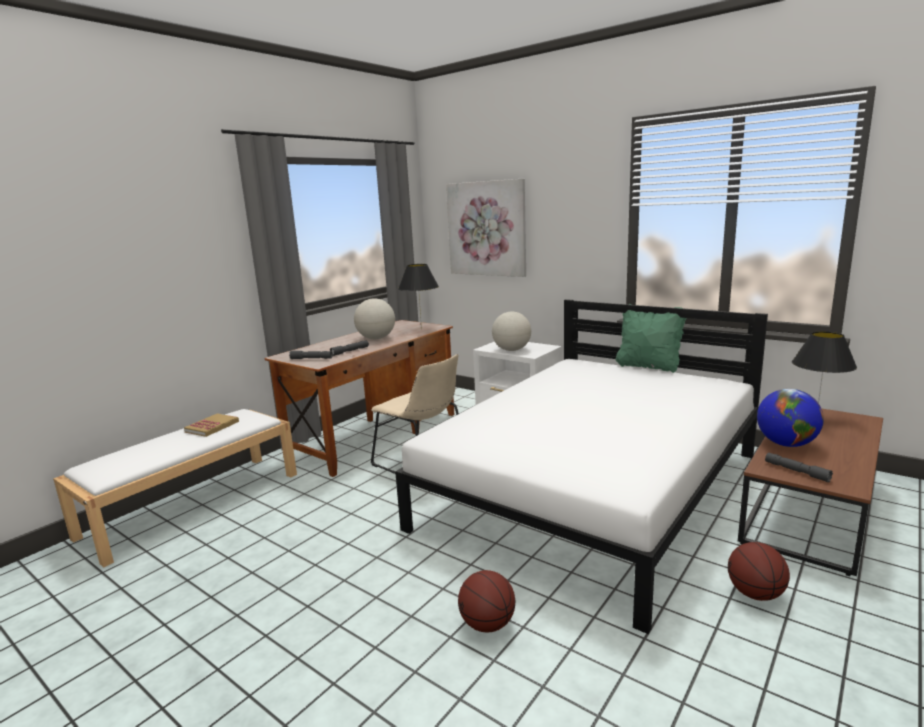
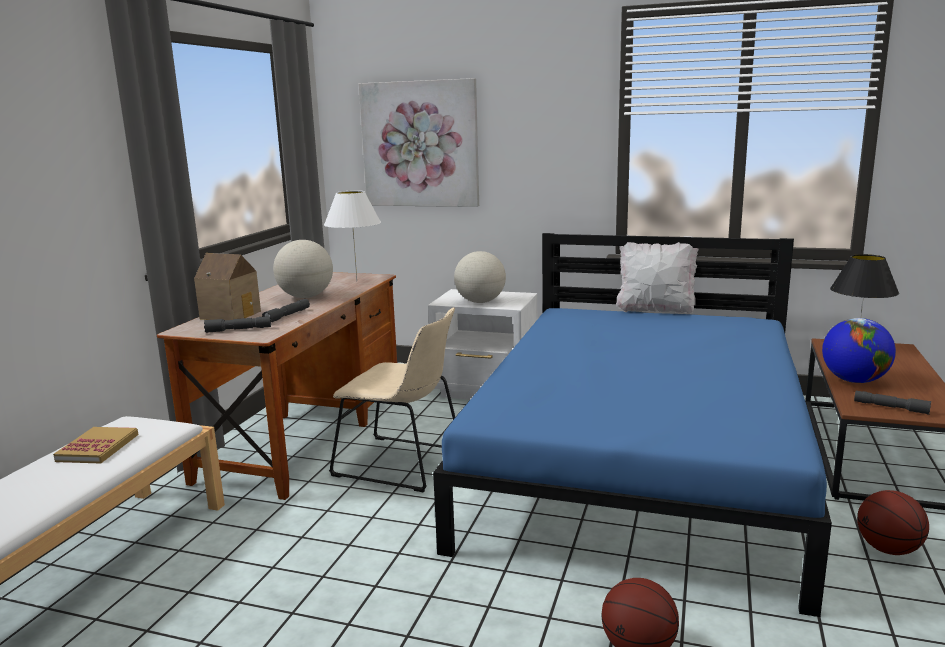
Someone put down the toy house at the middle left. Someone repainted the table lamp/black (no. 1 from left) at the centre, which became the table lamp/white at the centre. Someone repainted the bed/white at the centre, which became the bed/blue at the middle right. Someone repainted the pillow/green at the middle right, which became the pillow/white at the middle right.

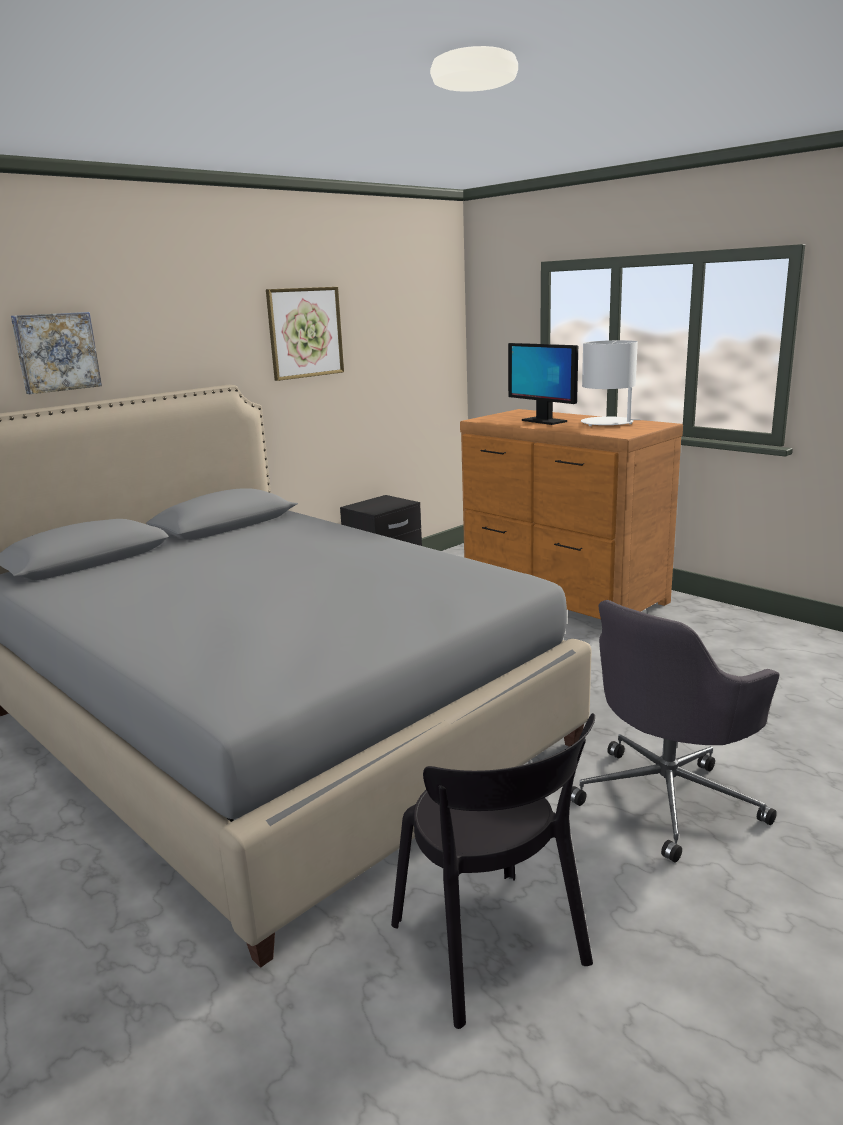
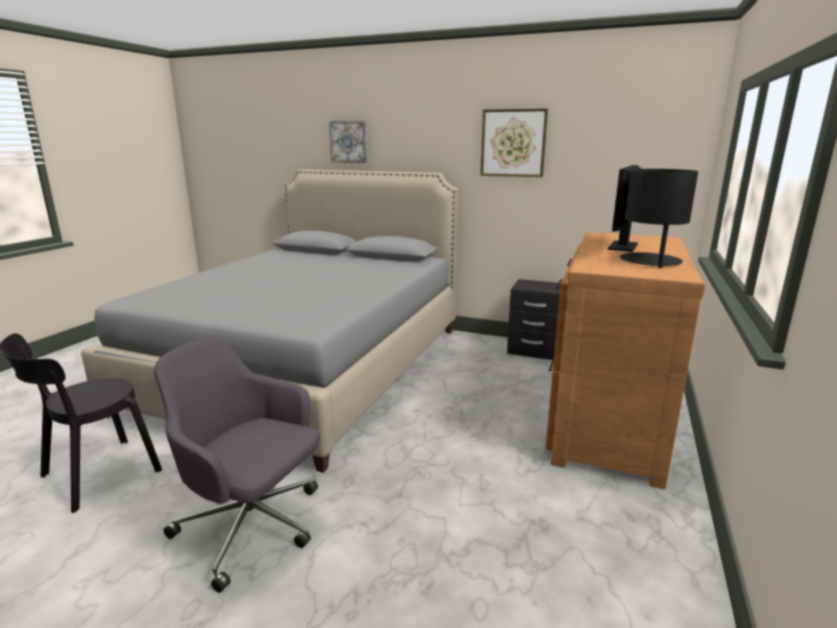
Someone repainted the table lamp/white at the middle right, which became the table lamp/black at the middle right.

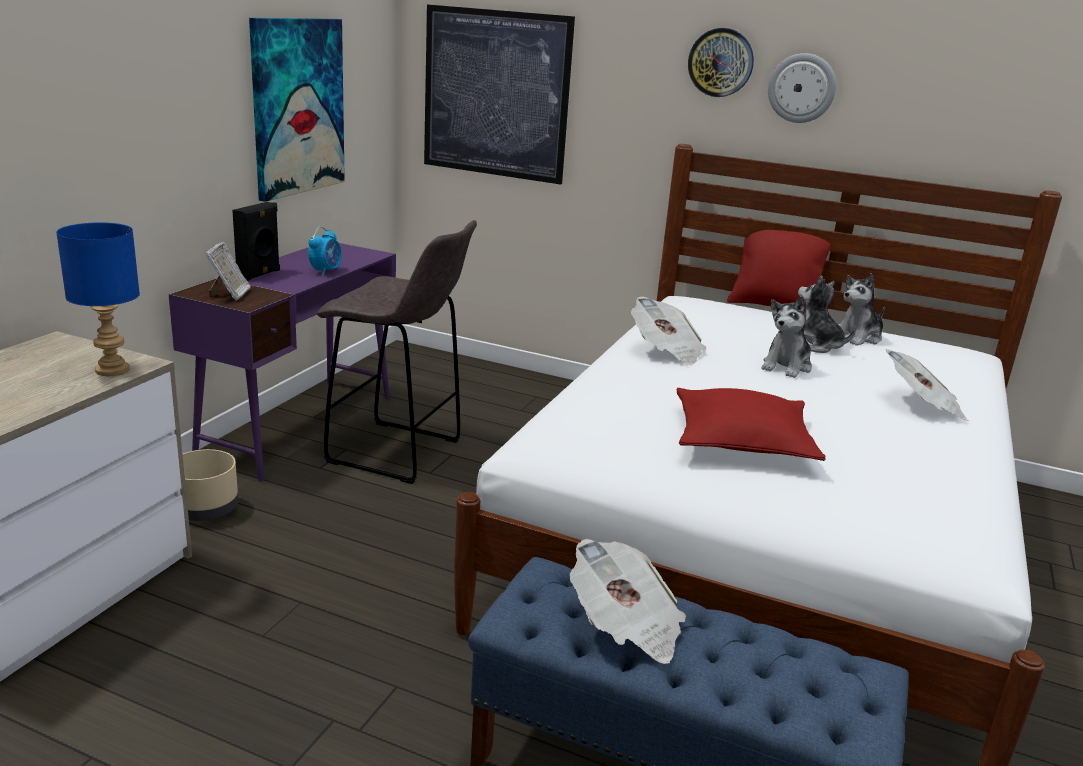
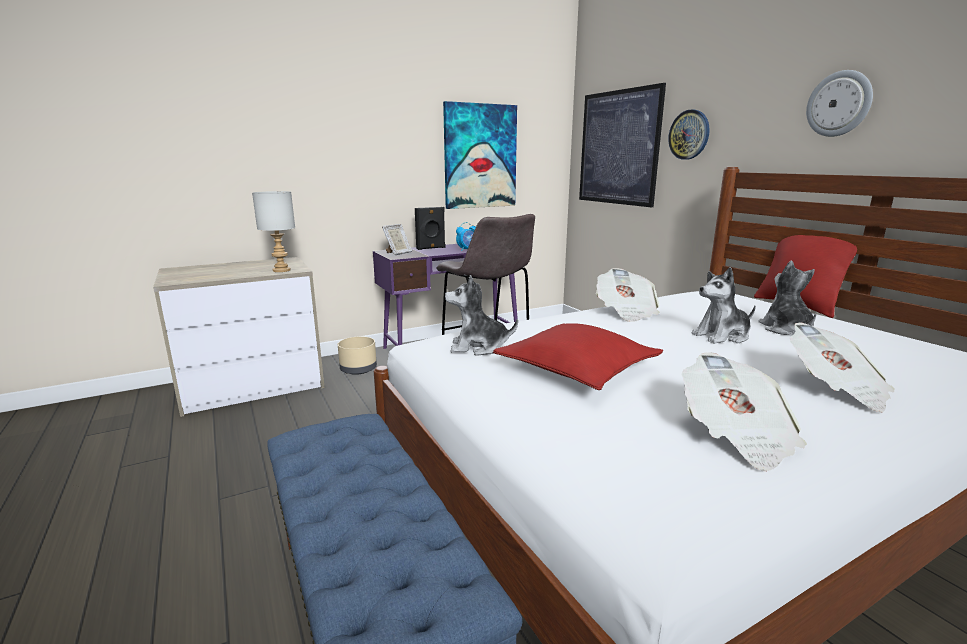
Someone repainted the table lamp/blue at the middle left, which became the table lamp/grey at the middle left. Someone carried the plush toy (no. 3 from left in the first image) from the middle right to the centre. Someone carried the wall clock (no. 1 from left) from the top centre to the top right. Someone carried the newspaper (no. 1 from left in the first image) from the bottom centre to the middle right.

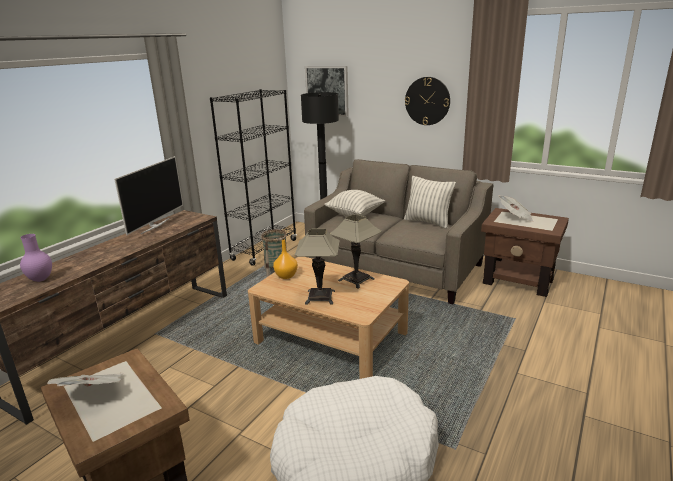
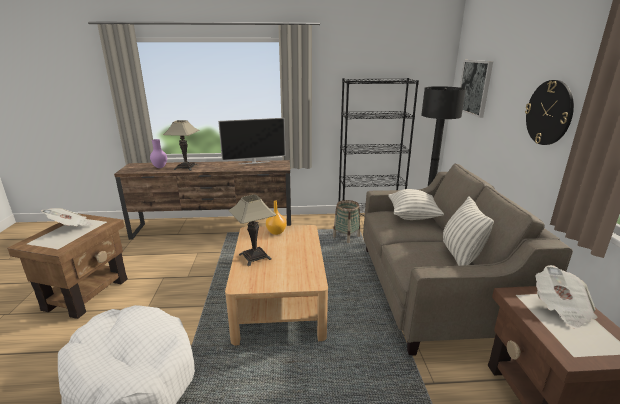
Someone carried the table lamp (no. 2 from left in the first image) from the centre to the middle left.

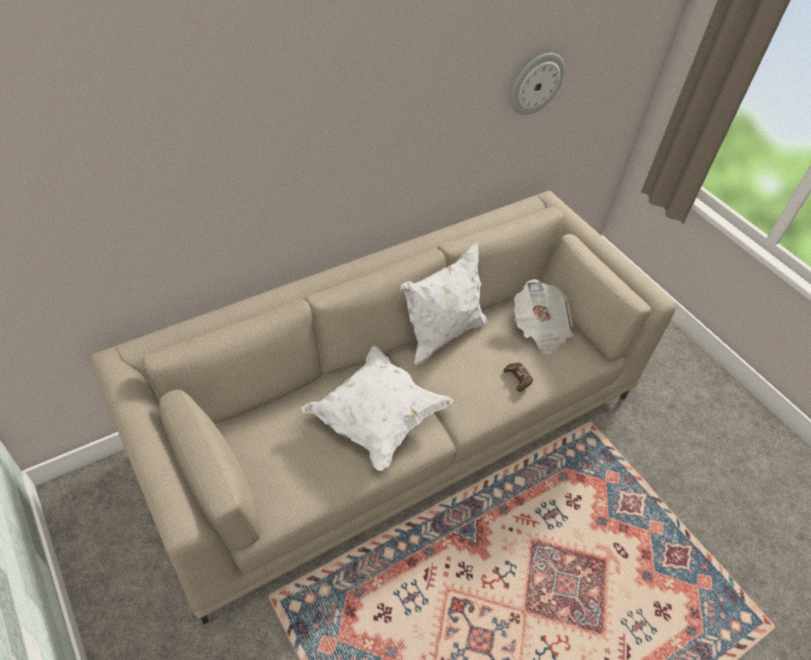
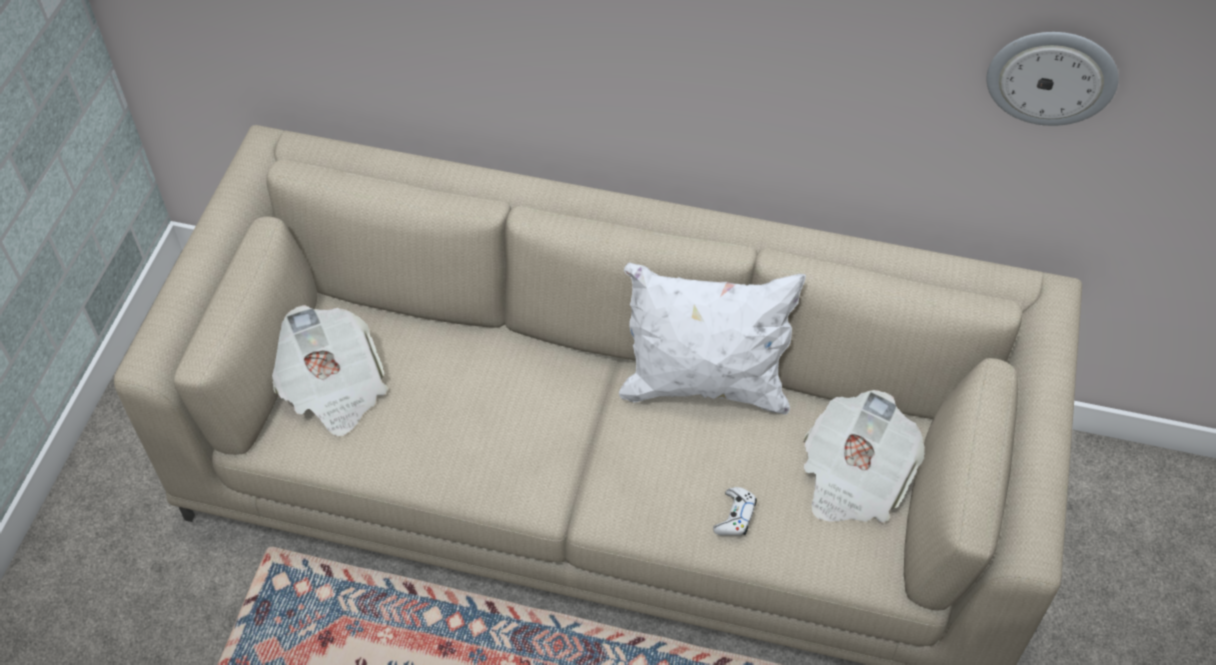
Someone put down the newspaper (no. 1 from left) at the middle left. Someone repainted the game controller/brown at the centre, which became the game controller/white at the bottom centre. Someone took away the pillow/white (no. 1 from left) at the centre.

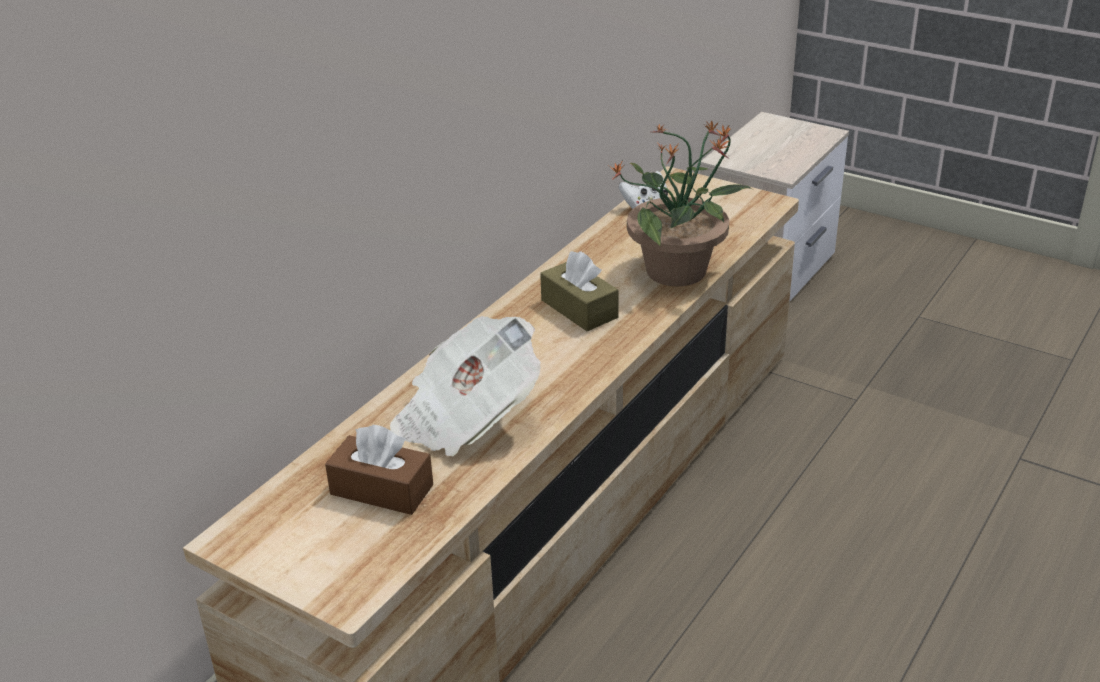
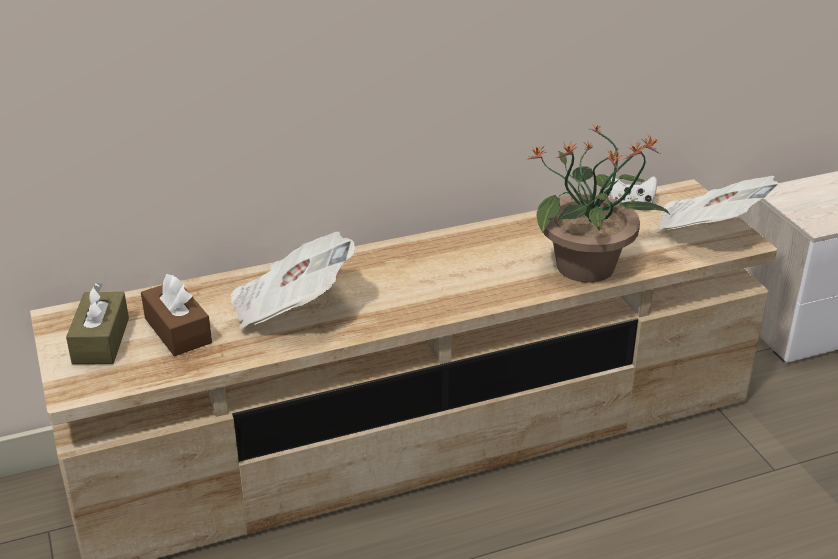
Someone carried the tissue box/brown (no. 2 from left in the first image) from the centre to the middle left. Someone put down the newspaper (no. 2 from left) at the middle right.

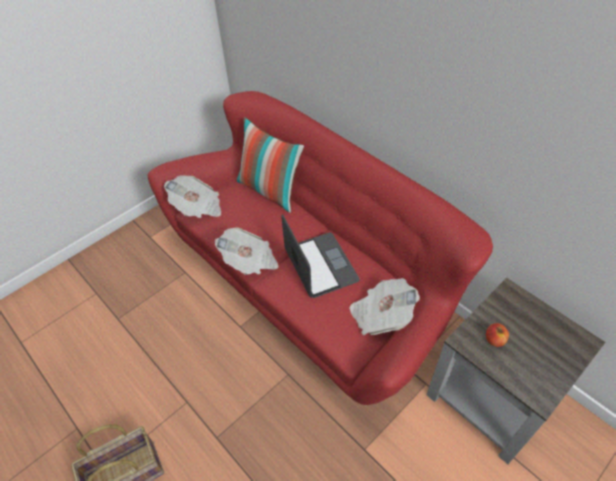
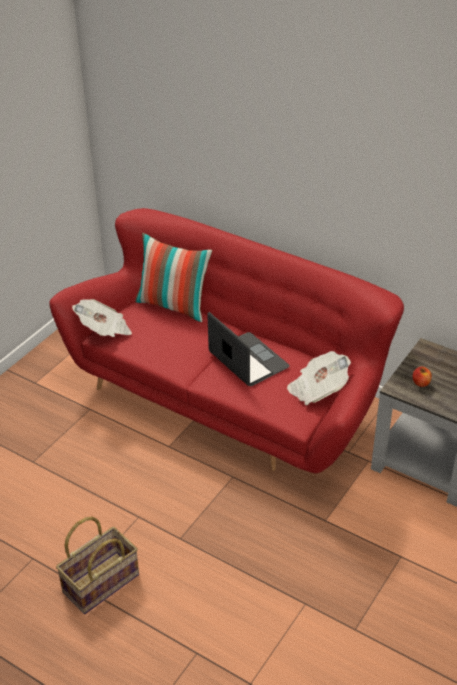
Someone took away the newspaper (no. 2 from left) at the centre.

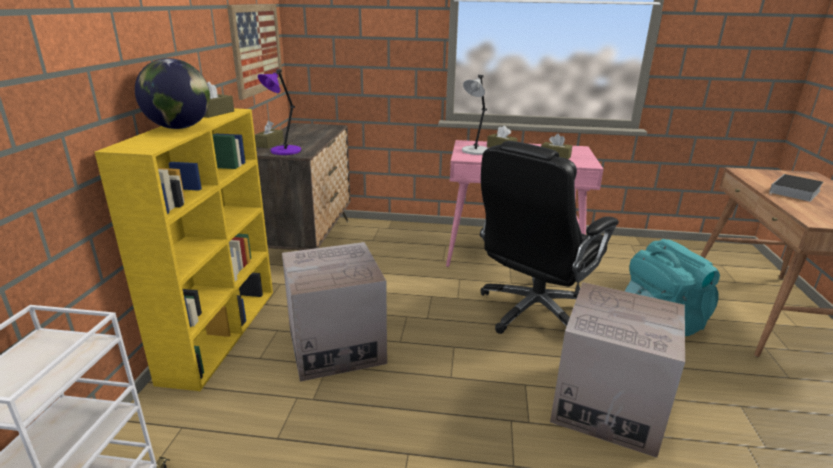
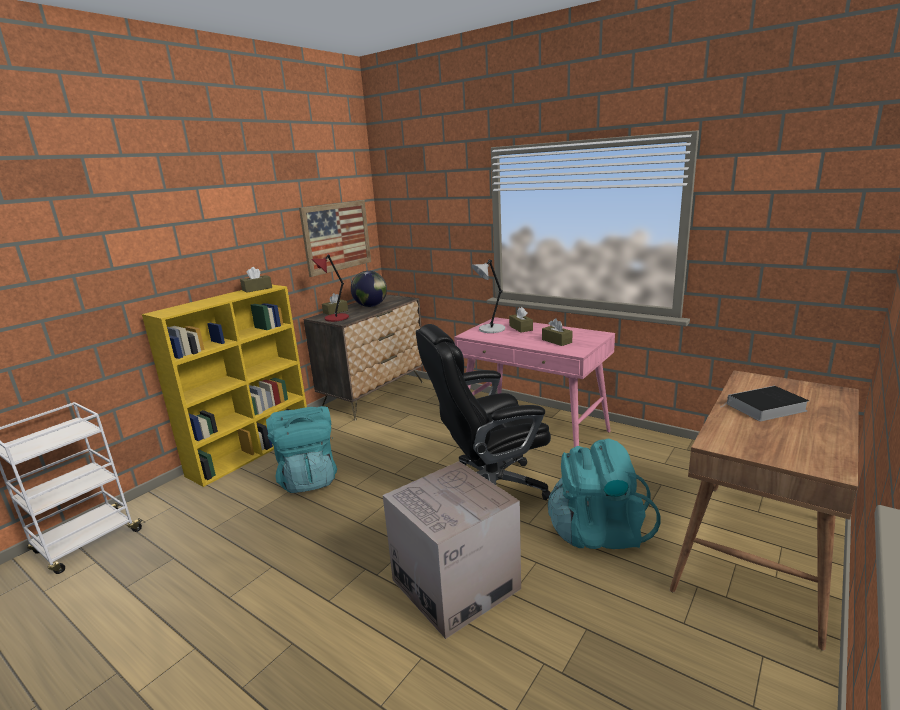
Someone swapped the cardboard box (no. 1 from left) at the bottom centre for the backpack/turquoise (no. 1 from left) at the centre. Someone repainted the table lamp/purple at the top centre, which became the table lamp/red at the centre. Someone carried the globe from the top left to the centre.

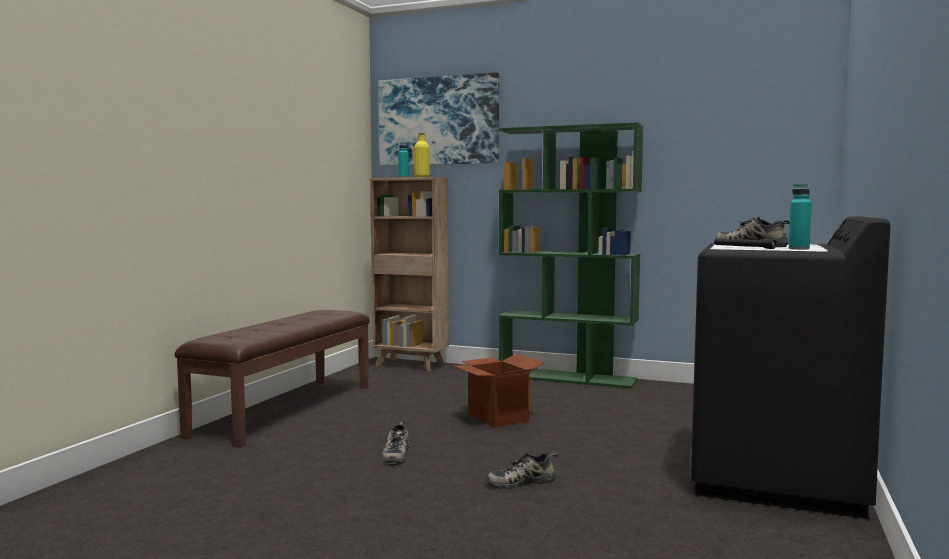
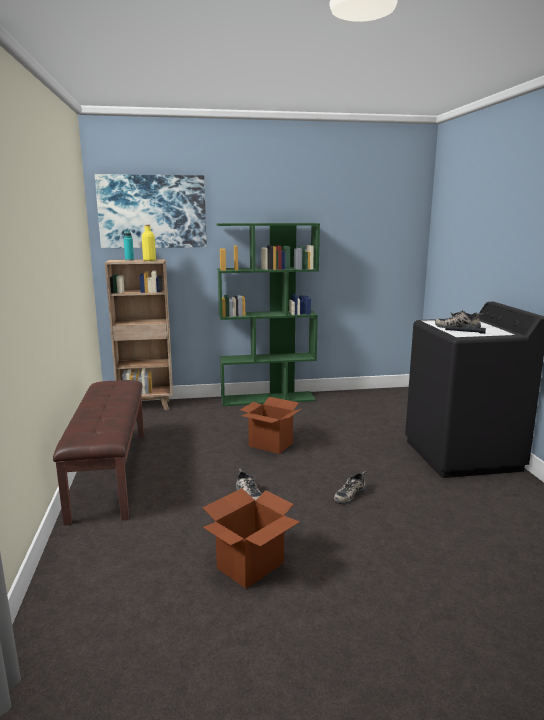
Someone put down the cardboard box (no. 1 from left) at the bottom centre. Someone took away the bottle/turquoise (no. 2 from left) at the middle right.

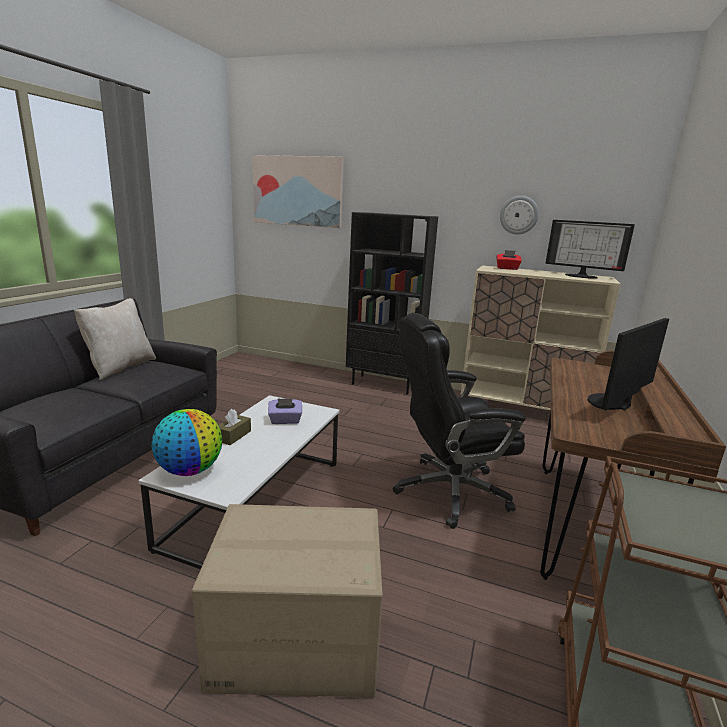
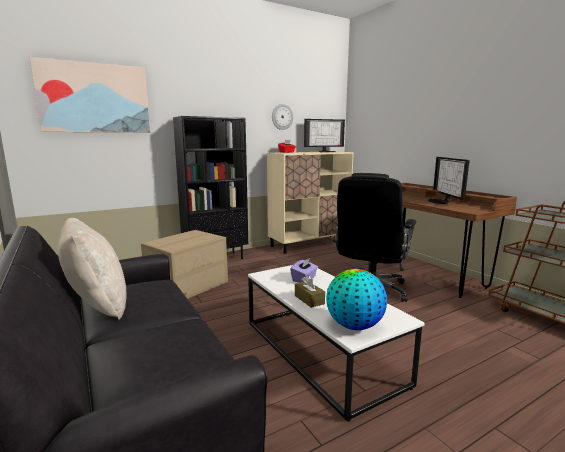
Someone carried the cardboard box from the bottom centre to the middle left.

